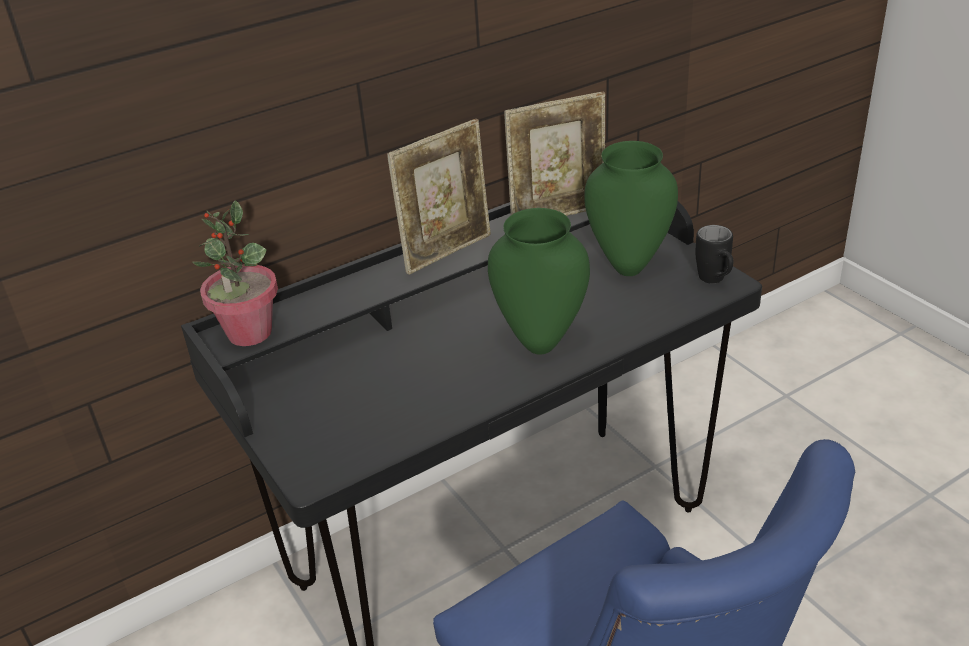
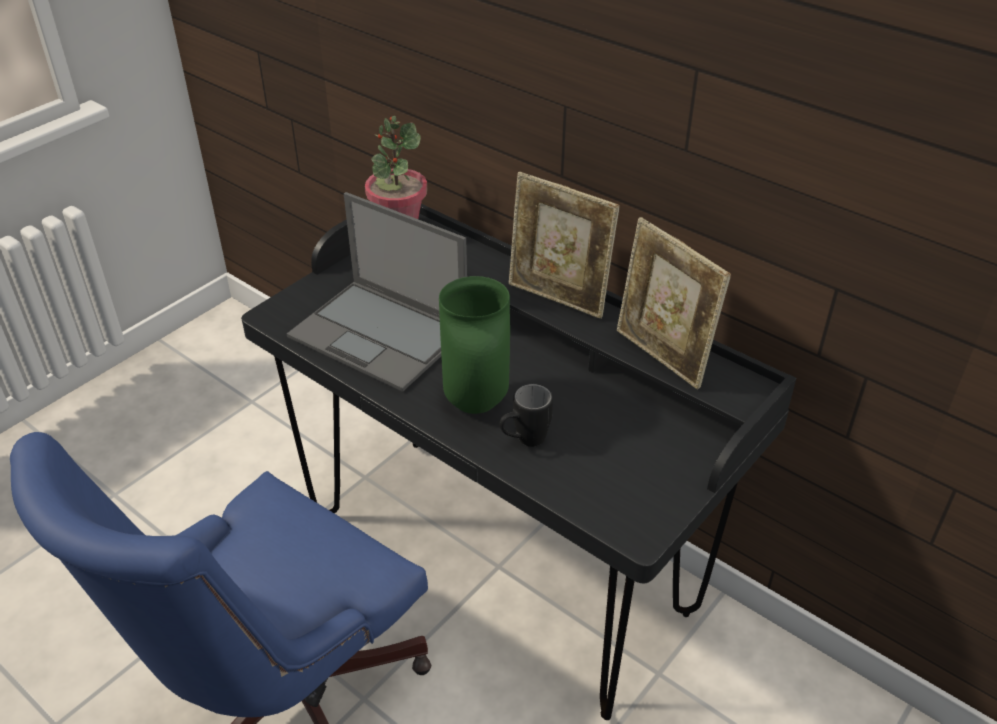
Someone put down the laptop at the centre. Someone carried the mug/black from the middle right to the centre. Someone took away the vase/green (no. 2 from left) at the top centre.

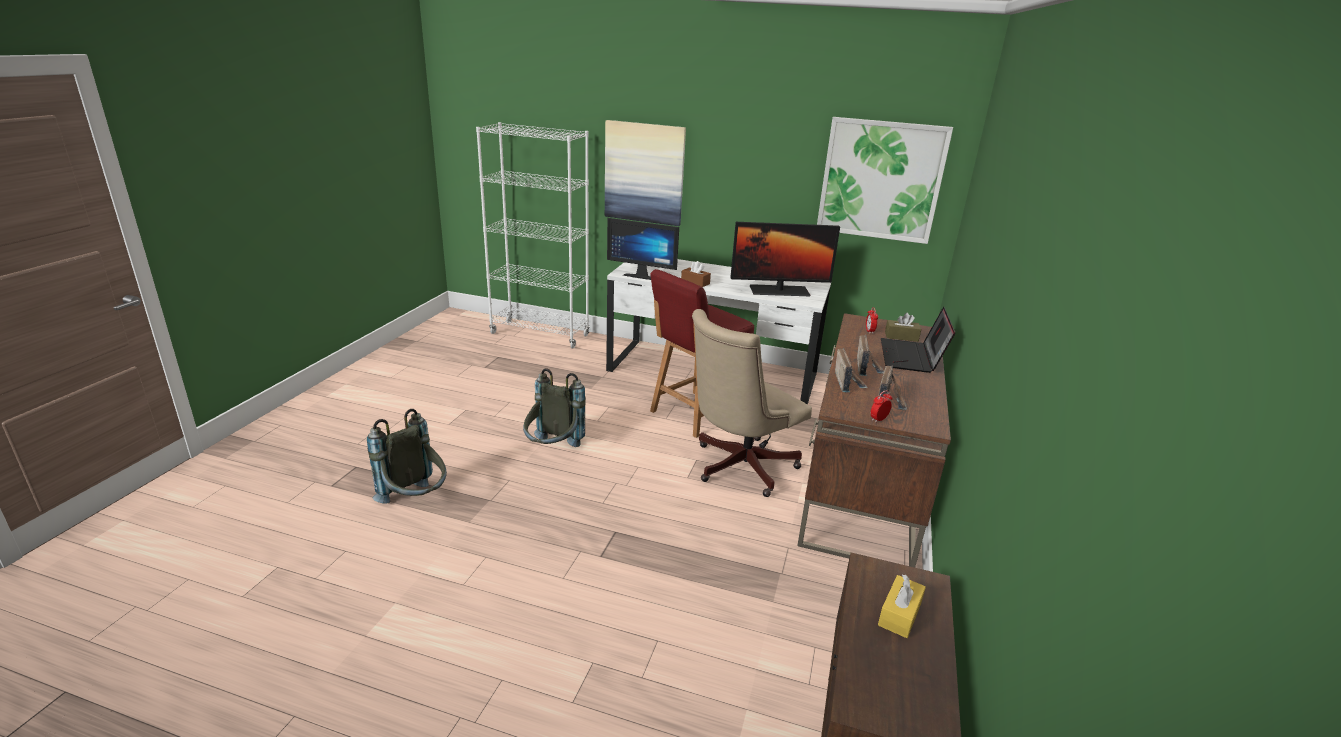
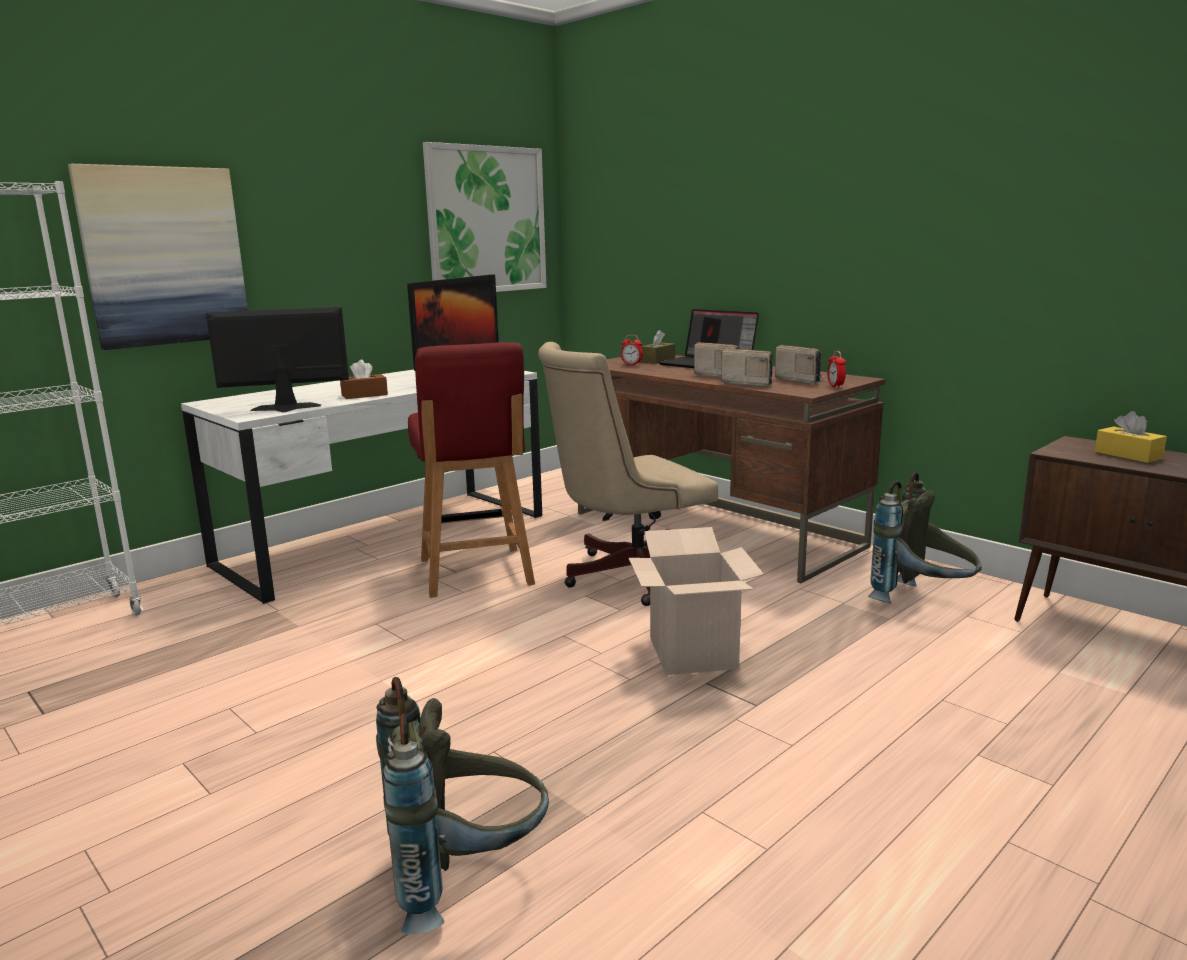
Someone rotated the monitor (no. 1 from left) at the centre by 150 degrees counterclockwise. Someone rotated the office chair/beige at the centre by 75 degrees clockwise. Someone put down the cardboard box at the centre. Someone carried the backpack/grey (no. 2 from left) from the centre to the middle right.

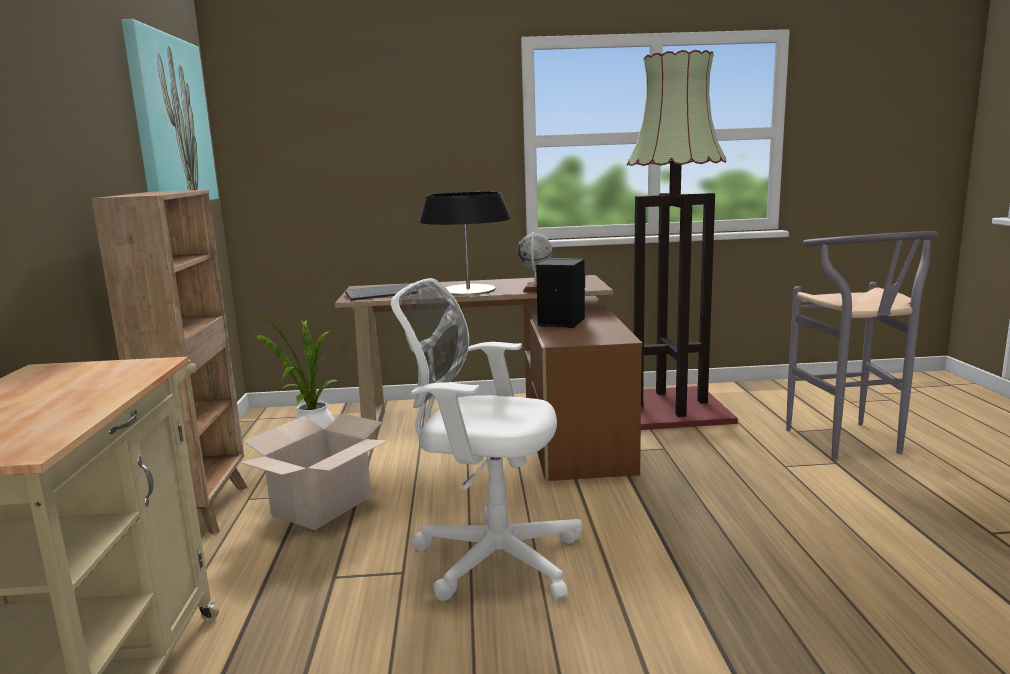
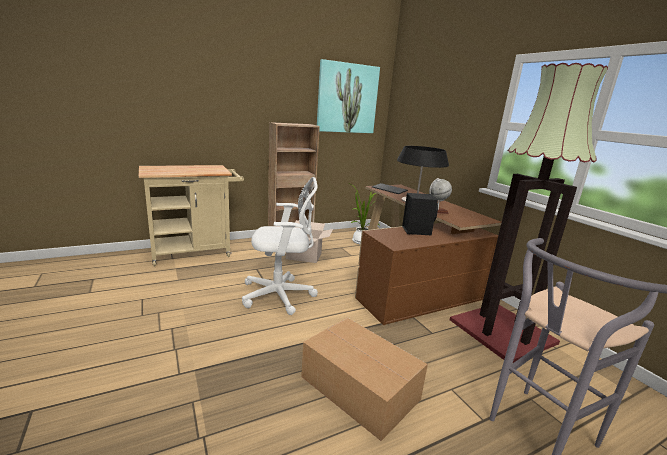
Someone rotated the office chair/white at the centre by 90 degrees clockwise. Someone put down the cardboard box (no. 2 from left) at the bottom centre.

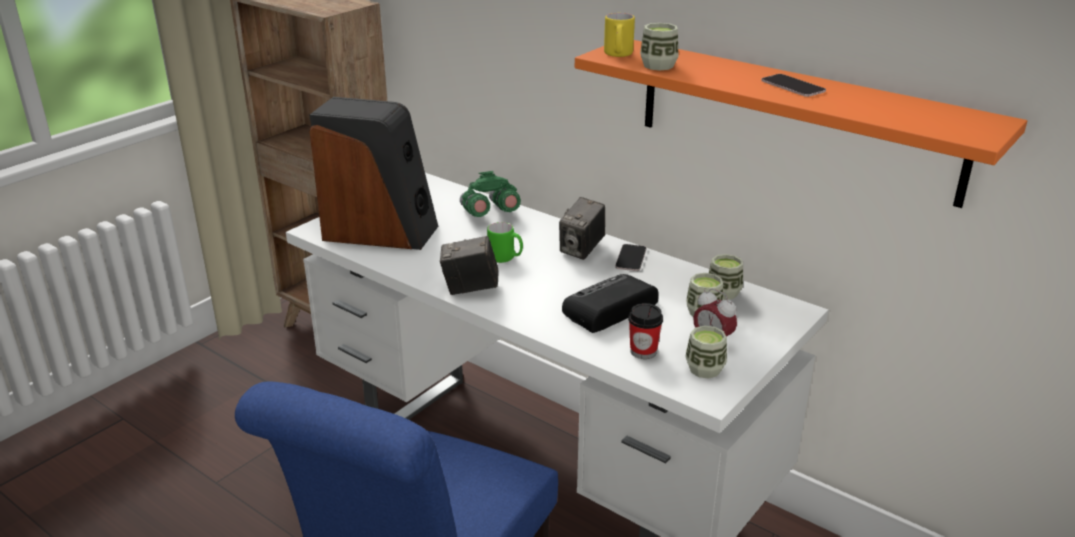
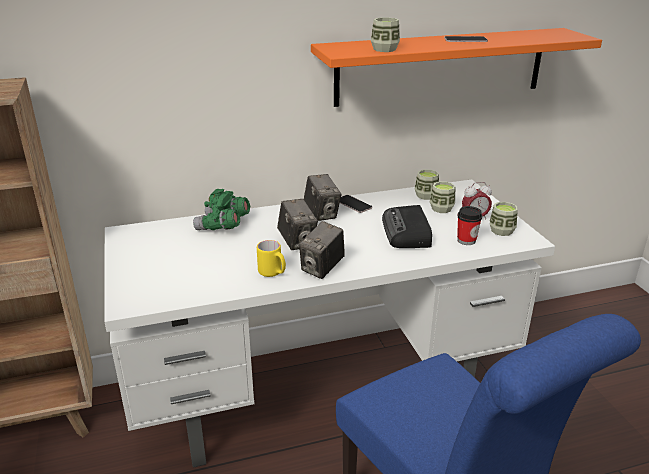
Someone carried the mug/yellow from the top centre to the centre. Someone swapped the mug/green at the centre for the photo camera (no. 1 from left) at the centre. Someone took away the speaker at the top centre.

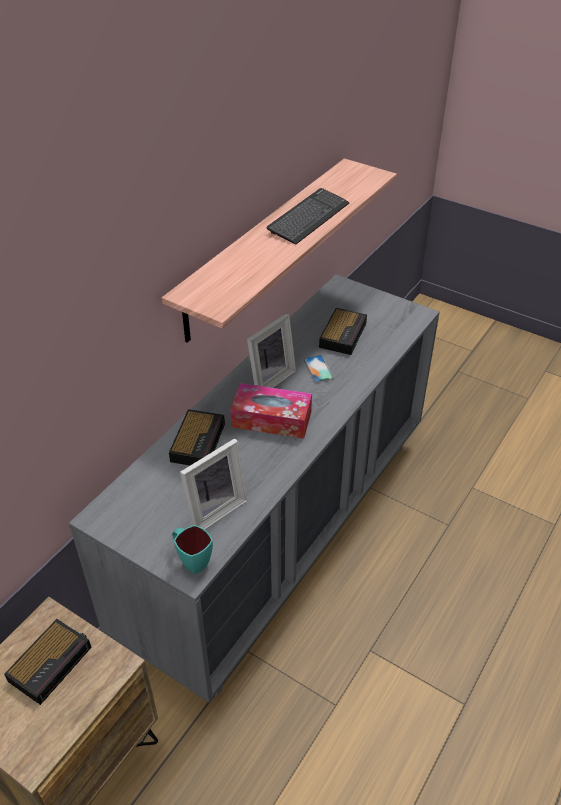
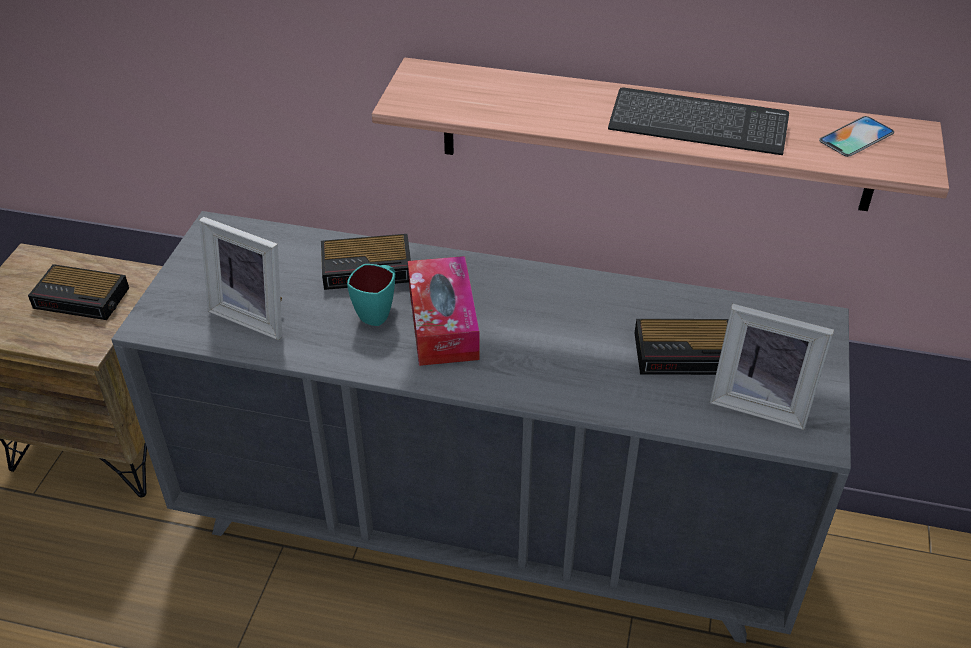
Someone carried the mug/turquoise from the bottom centre to the centre. Someone carried the picture frame (no. 2 from left) from the centre to the middle right. Someone carried the phone from the centre to the top right.

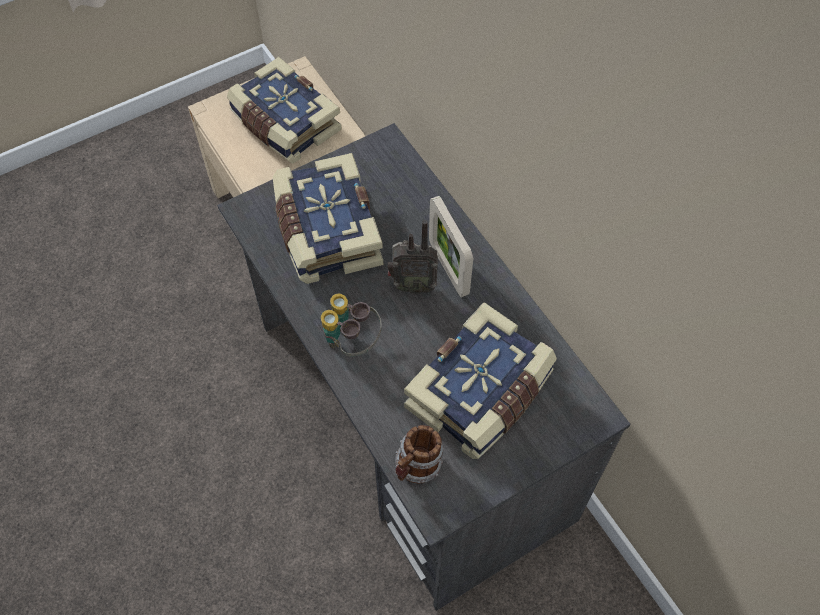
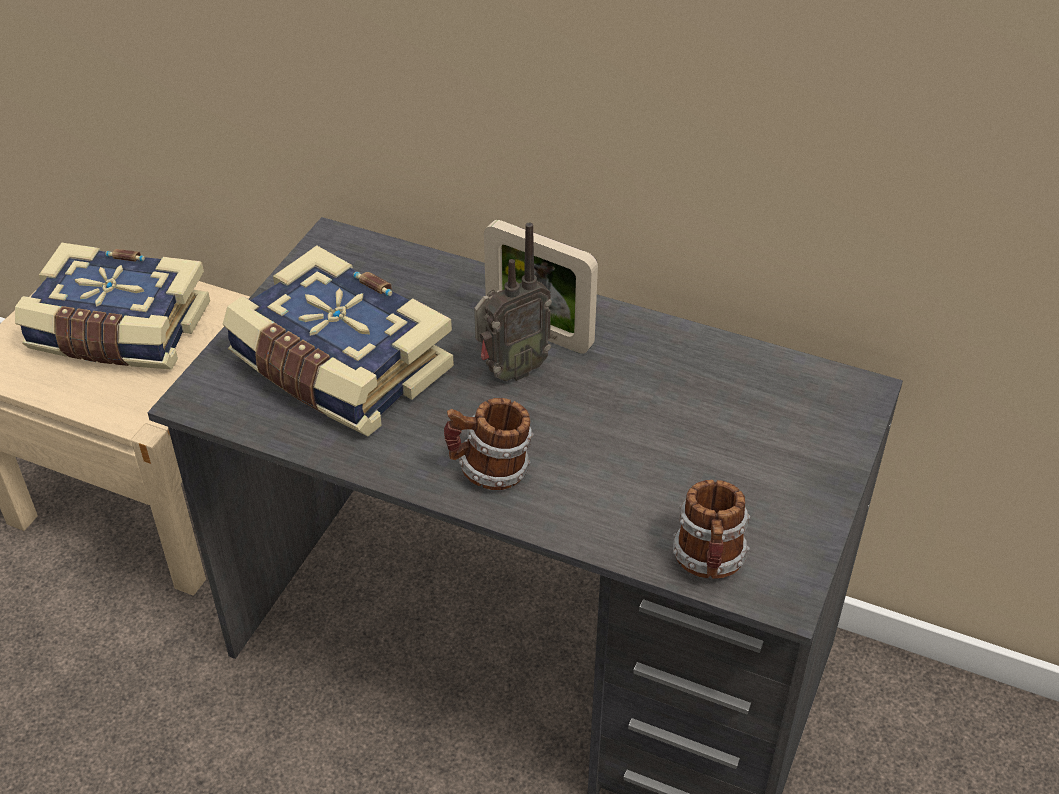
Someone swapped the binoculars at the centre for the mug (no. 1 from left) at the centre. Someone took away the book (no. 3 from left) at the centre.

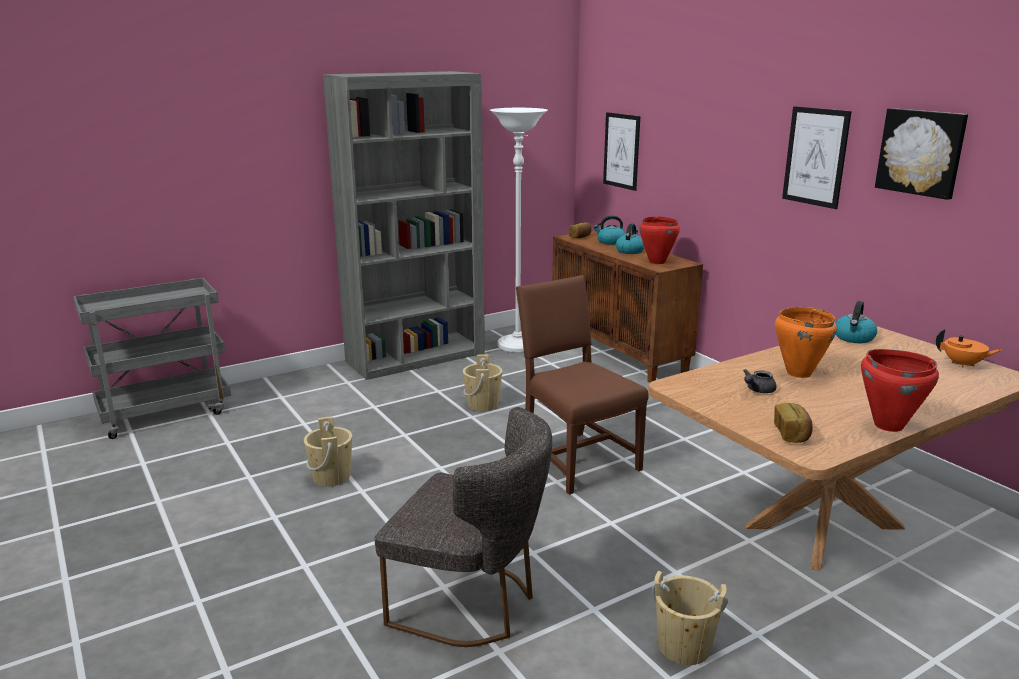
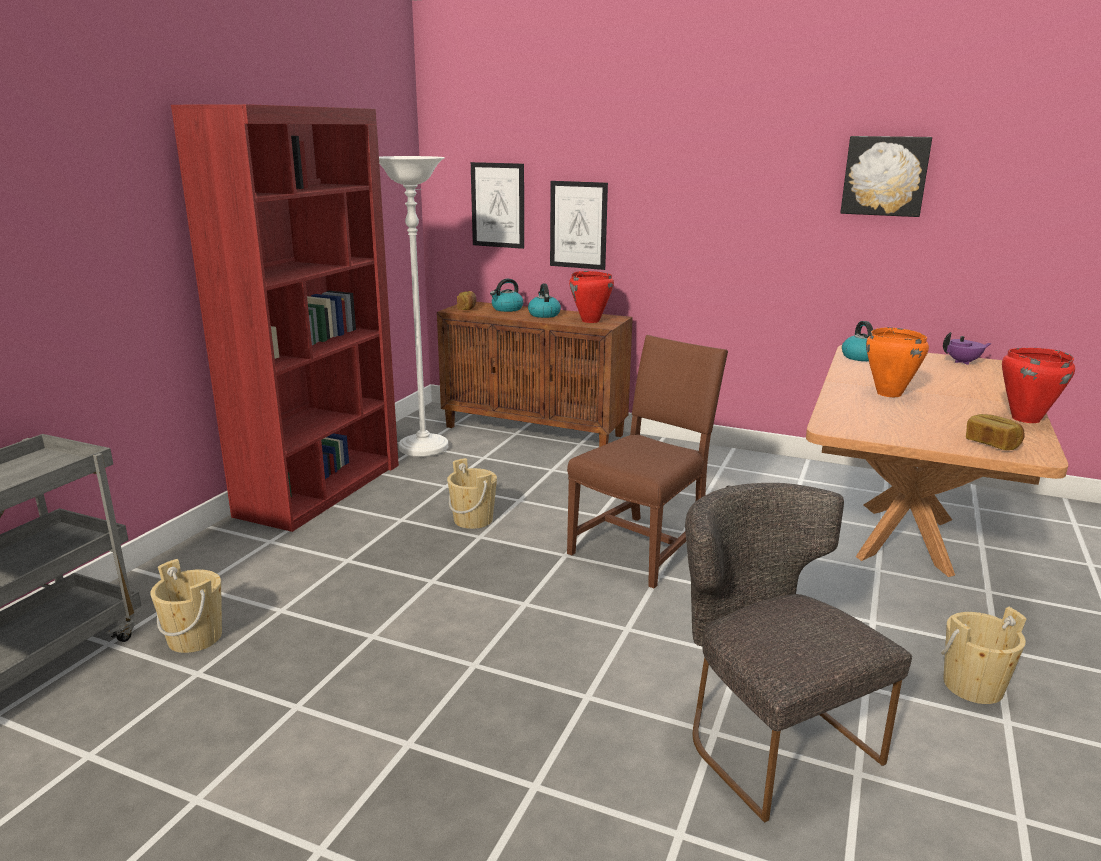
Someone carried the bucket/beige (no. 1 from left) from the middle left to the bottom left. Someone repainted the bookcase/grey at the top centre, which became the bookcase/red at the middle left. Someone carried the picture (no. 2 from left) from the top right to the top centre. Someone rotated the chair/brown at the centre by 105 degrees clockwise. Someone rotated the chair/grey at the bottom centre by 105 degrees counterclockwise. Someone repainted the teapot/orange at the middle right, which became the teapot/purple at the middle right. Someone took away the teapot/grey at the middle right.

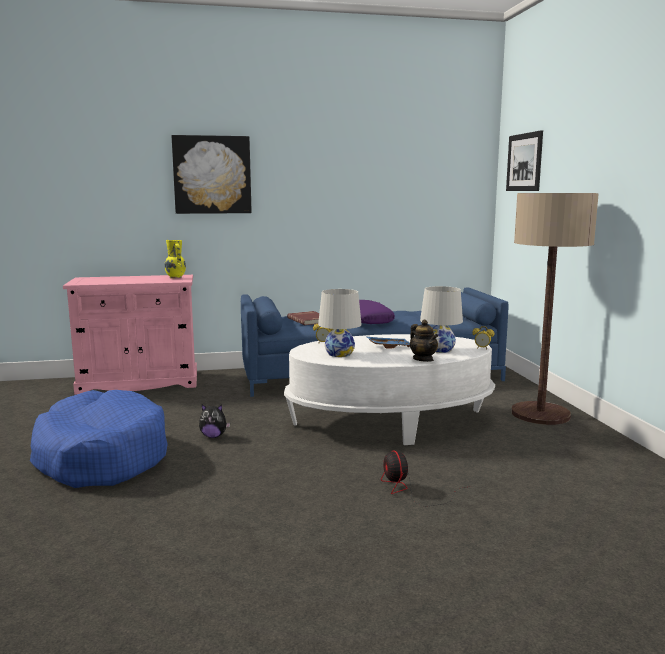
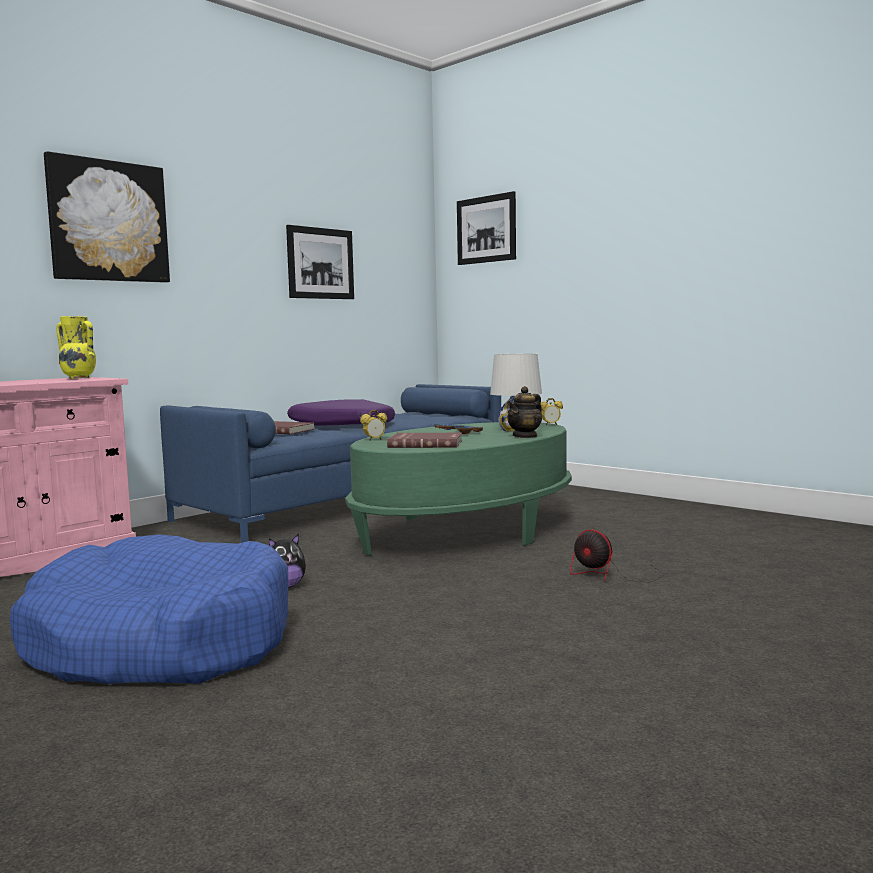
Someone put up the picture (no. 2 from left) at the top centre. Someone repainted the coffee table/white at the centre, which became the coffee table/green at the centre. Someone swapped the table lamp/white (no. 1 from left) at the centre for the book/red (no. 2 from left) at the centre. Someone rotated the teapot at the centre by 105 degrees clockwise. Someone took away the floor lamp at the middle right.

